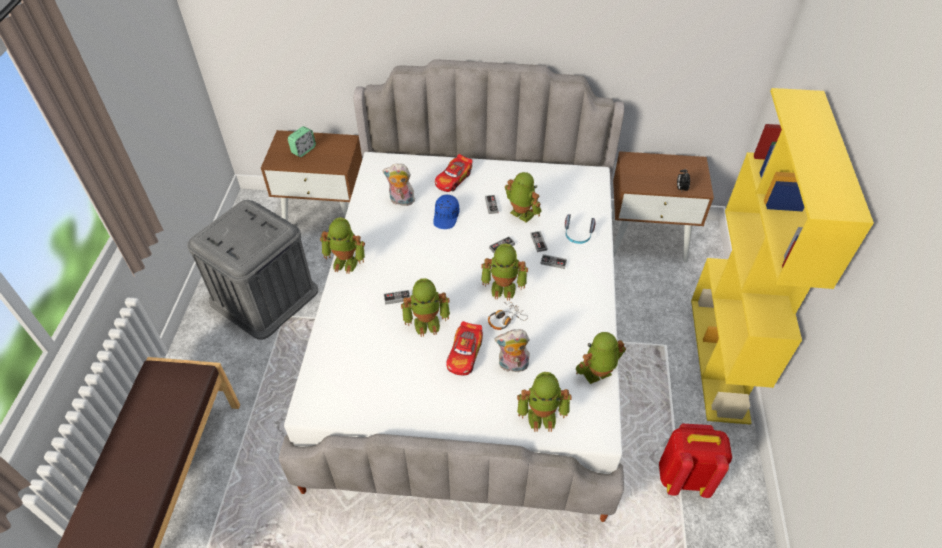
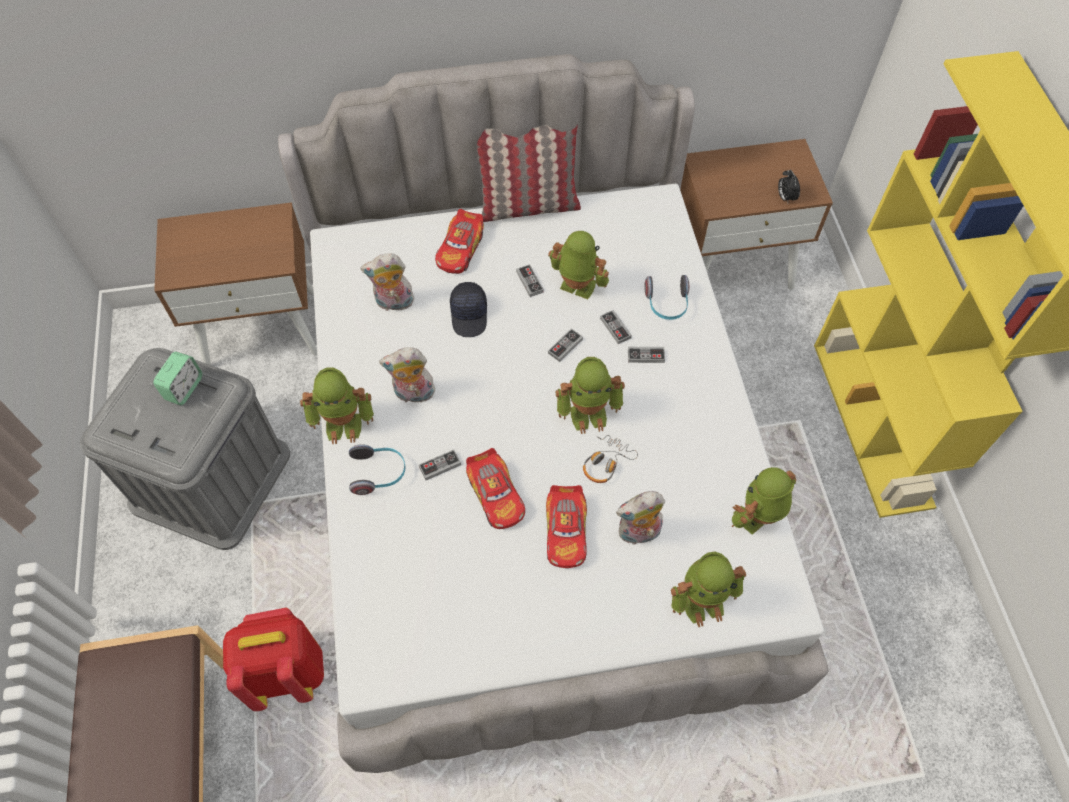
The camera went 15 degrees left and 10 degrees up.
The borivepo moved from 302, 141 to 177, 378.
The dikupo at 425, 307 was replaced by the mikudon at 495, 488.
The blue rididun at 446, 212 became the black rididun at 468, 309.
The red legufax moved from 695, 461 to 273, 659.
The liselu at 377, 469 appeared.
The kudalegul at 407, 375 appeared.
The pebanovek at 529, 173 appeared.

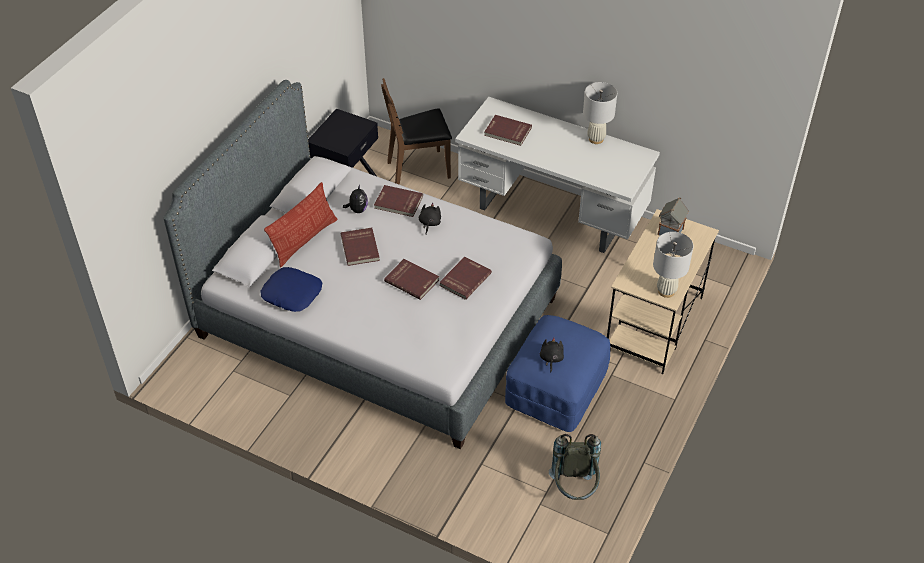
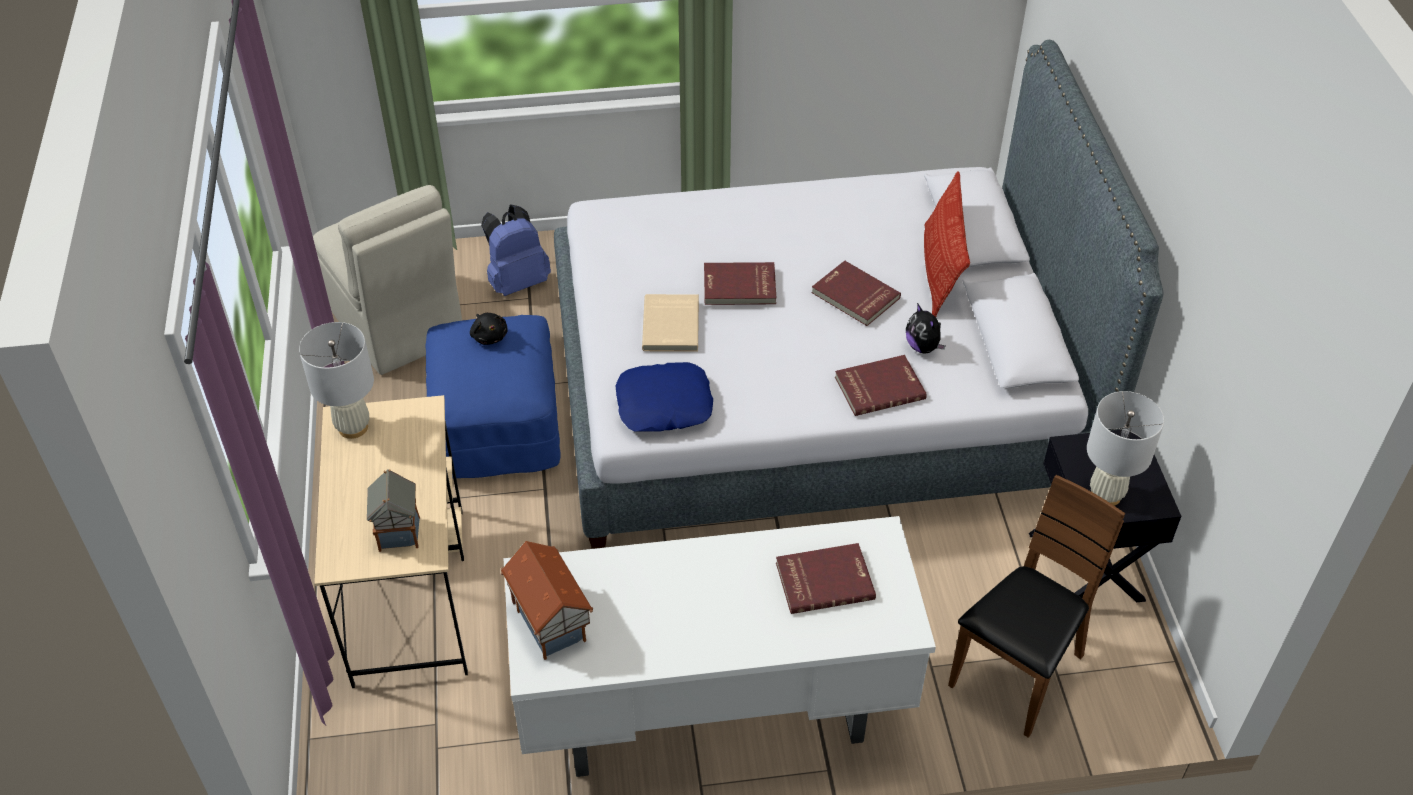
The camera went 145 degrees right and 0 degrees up.
The blue pebanovek moved from 291, 289 to 664, 397.
The black kudalegul at 430, 218 disappeared.
The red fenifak at 465, 278 became the beige fenifak at 670, 323.
The grey legufax at 575, 467 was replaced by the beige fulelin at 387, 280.
The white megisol moved from 600, 113 to 1125, 448.
The blue legufax at 516, 250 appeared.
The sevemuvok at 546, 600 appeared.

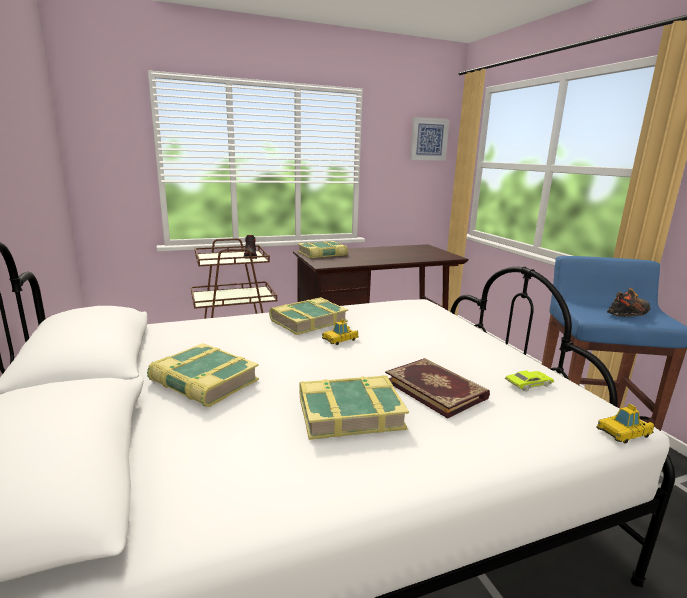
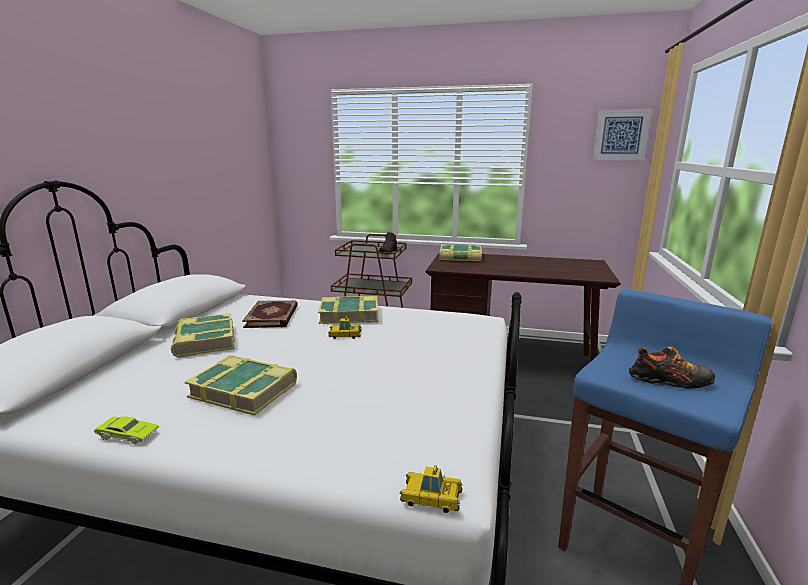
The camera went 35 degrees right and 0 degrees up.
The fenifak moved from 437, 388 to 270, 314.
The green mikudon moved from 529, 381 to 126, 430.

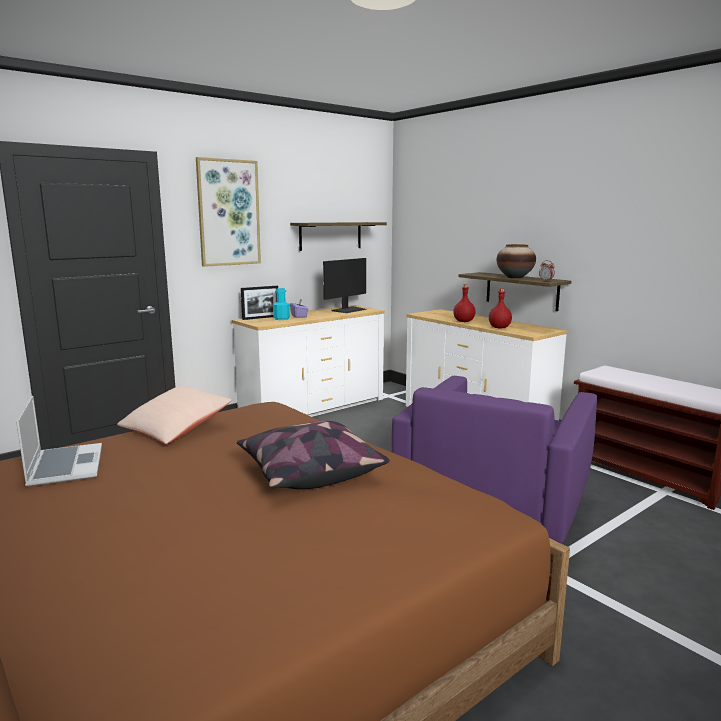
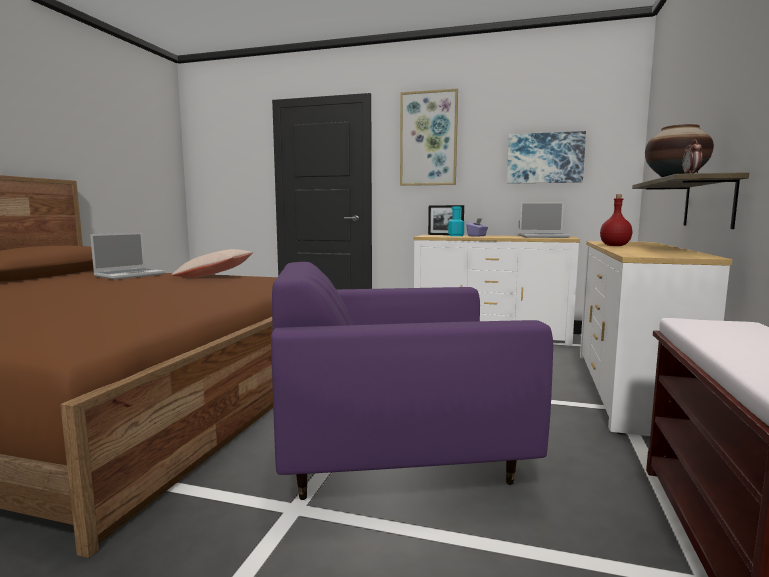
The camera went 55 degrees right and 5 degrees down.
The pebanovek at 313, 455 disappeared.
The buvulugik at 338, 236 was replaced by the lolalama at 546, 157.
The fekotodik at 345, 285 was replaced by the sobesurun at 545, 220.
The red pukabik at 500, 308 disappeared.

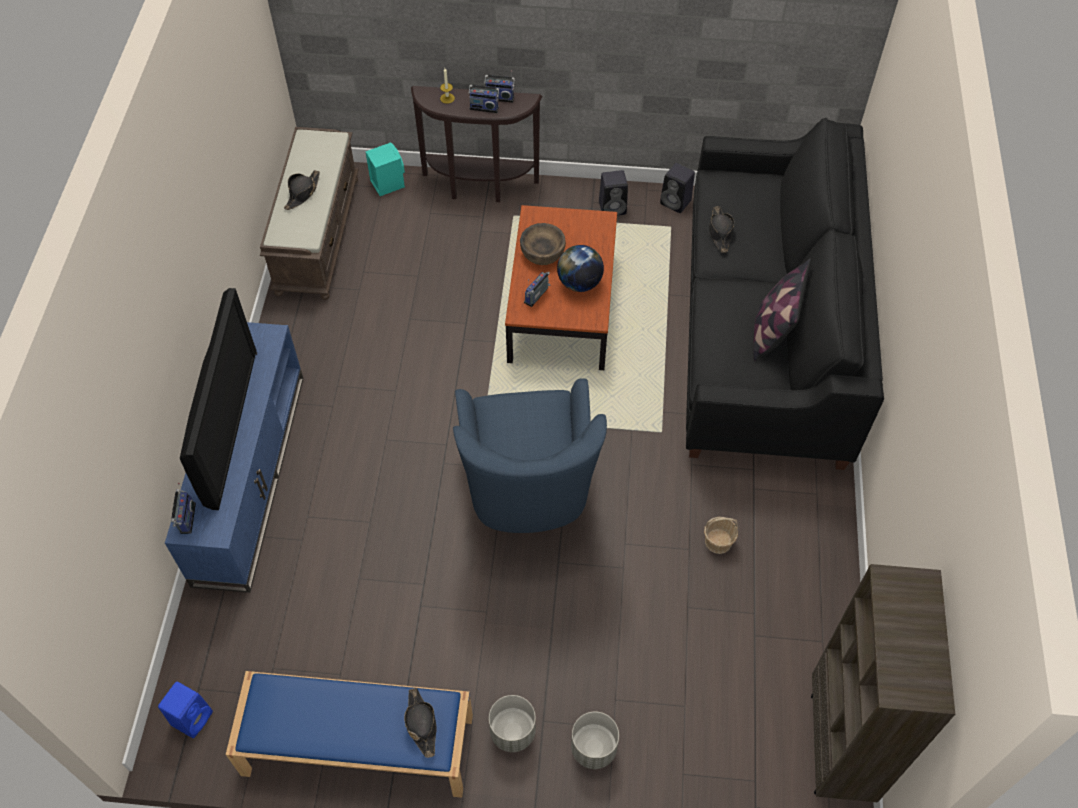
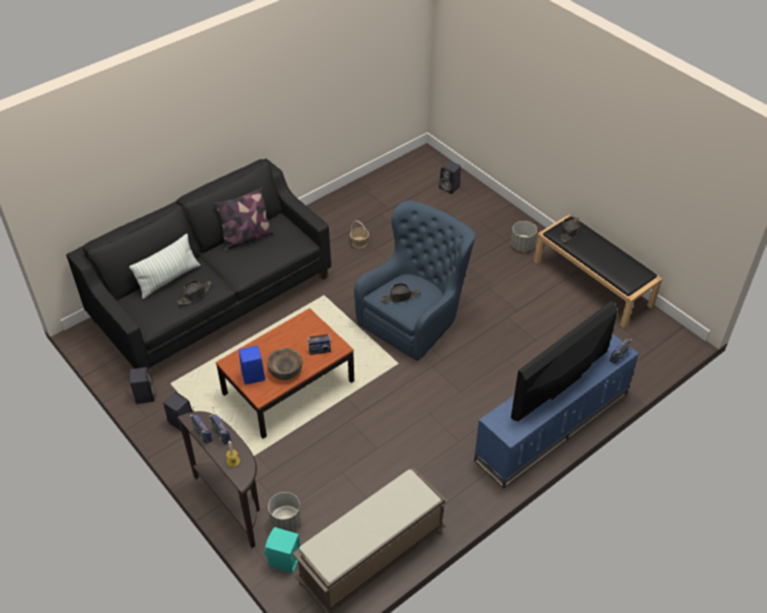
The camera went 135 degrees left and 10 degrees down.
The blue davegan moved from 185, 710 to 252, 365.
The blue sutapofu at 349, 734 became the black sutapofu at 598, 271.
The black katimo moved from 302, 190 to 400, 293.
The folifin at 580, 268 disappeared.
The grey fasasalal moved from 595, 740 to 284, 512.
The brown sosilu at 883, 683 disappeared.
The pebanovek at 164, 266 appeared.
The black davegan at 450, 177 appeared.

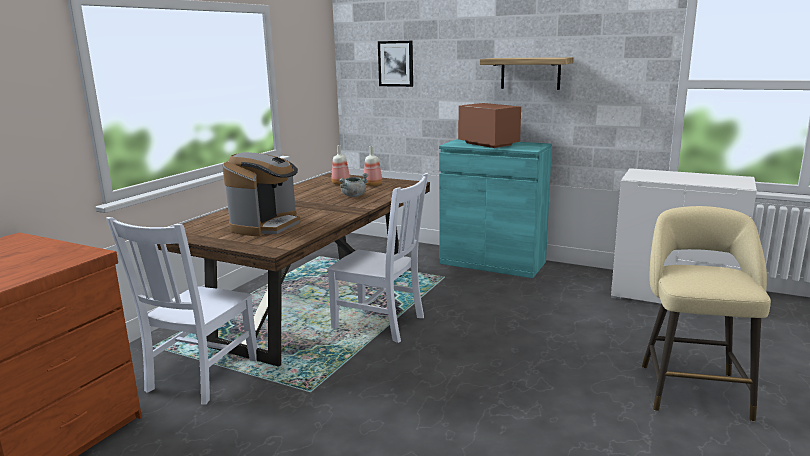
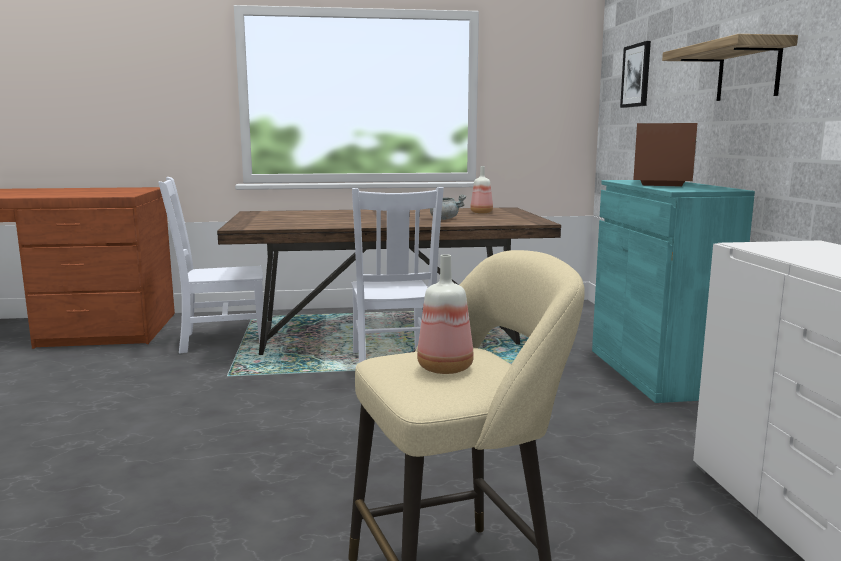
The camera went 55 degrees right and 5 degrees down.
The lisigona at 261, 194 disappeared.
The pukabik moved from 373, 166 to 445, 314.

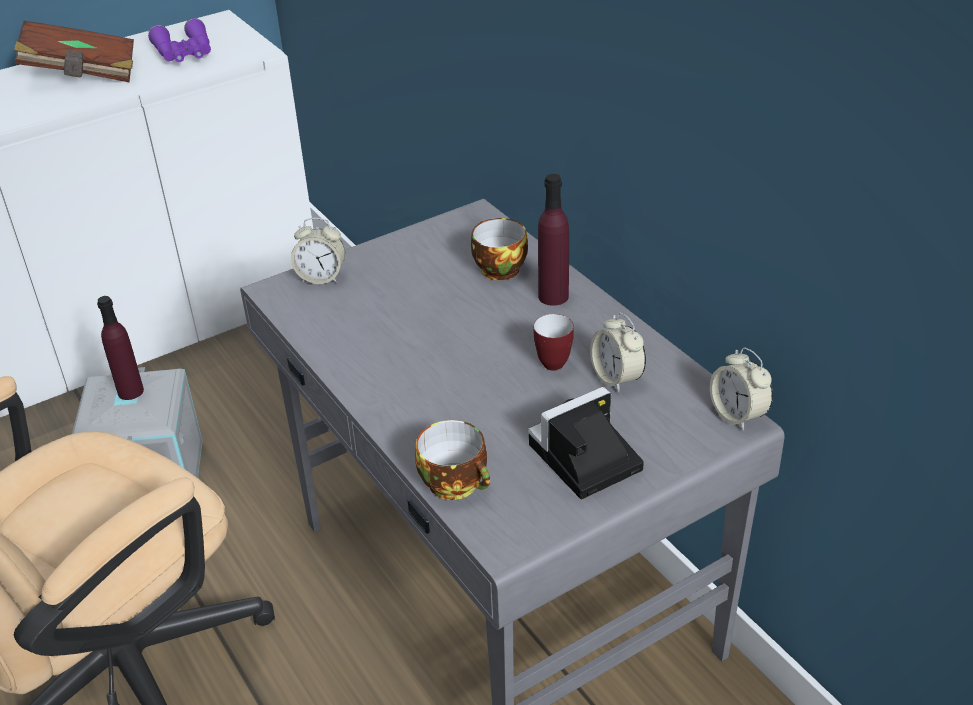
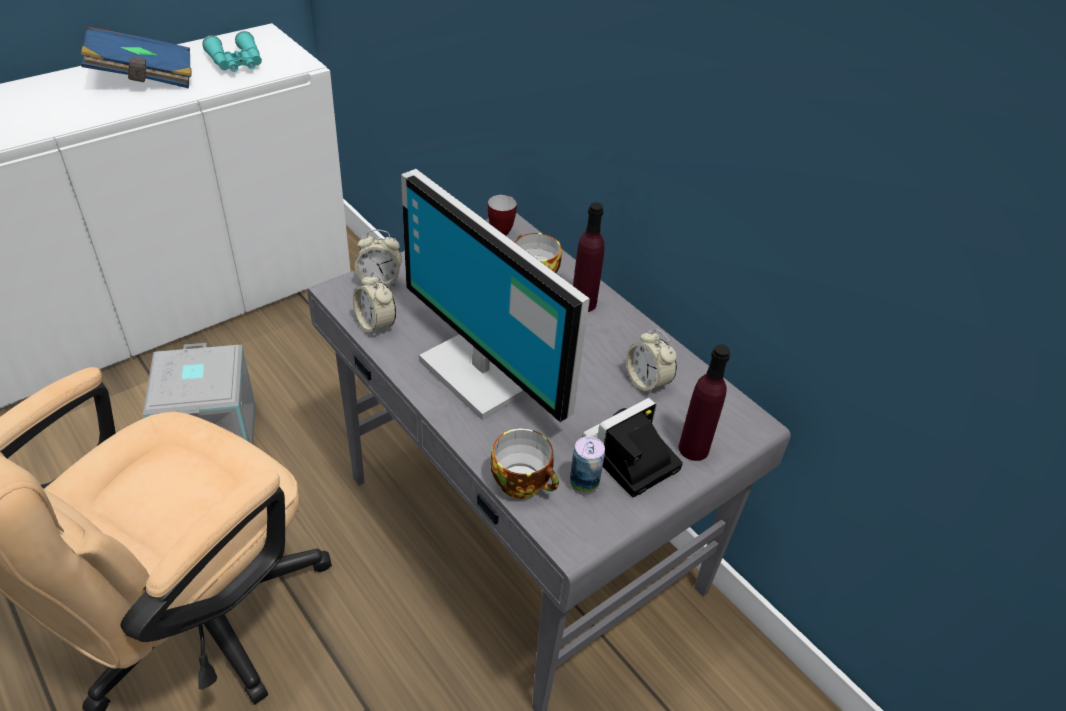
The camera went 10 degrees left and 5 degrees up.
The brown fenifak at 74, 52 became the blue fenifak at 136, 57.
The purple pukabik moved from 120, 348 to 705, 402.
The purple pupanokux at 179, 40 became the turquoise pupanokux at 232, 51.
The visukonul moved from 553, 342 to 502, 215.
The borivepo moved from 741, 389 to 374, 304.
The fekotodik at 495, 295 appeared.
The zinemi at 587, 466 appeared.

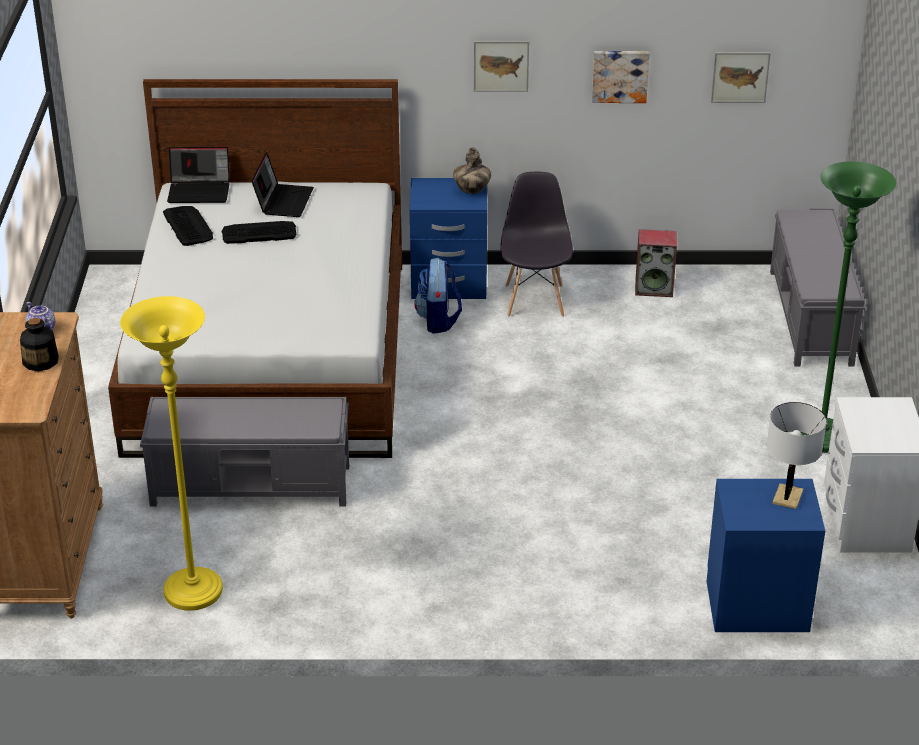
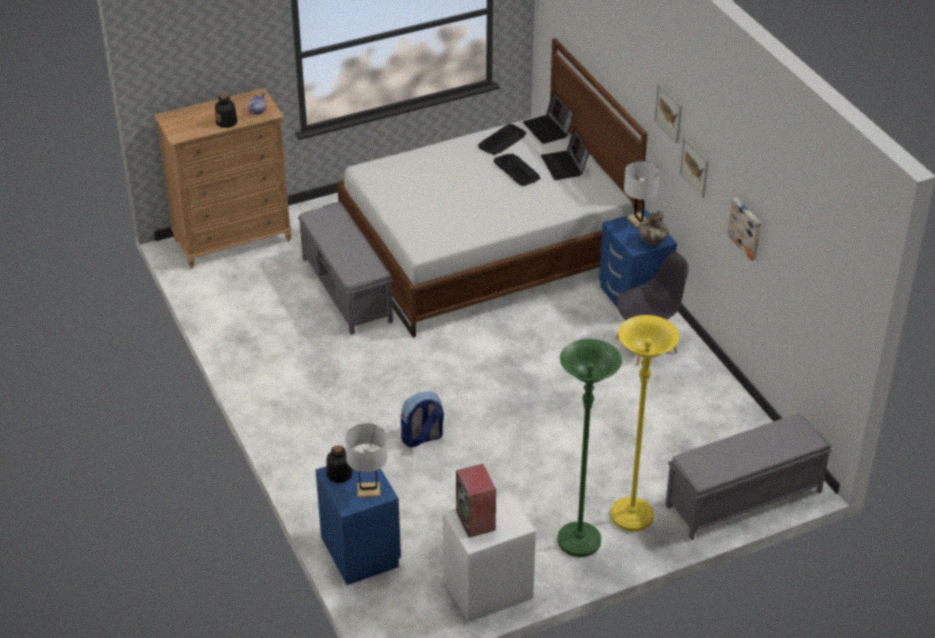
The camera went 65 degrees right and 5 degrees up.
The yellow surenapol moved from 171, 453 to 645, 423.
The sobesurun at 282, 184 turned 90 degrees clockwise.
The legufax moved from 438, 296 to 422, 420.
The davegan moved from 656, 263 to 476, 500.
The lolalama moved from 741, 77 to 668, 113.
The pukabik at 339, 464 appeared.
The white megisol at 642, 194 appeared.

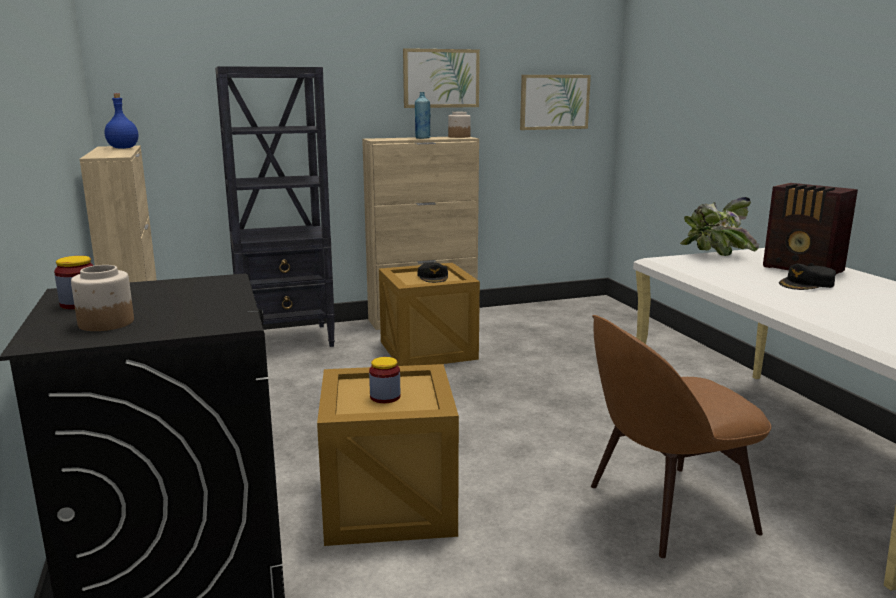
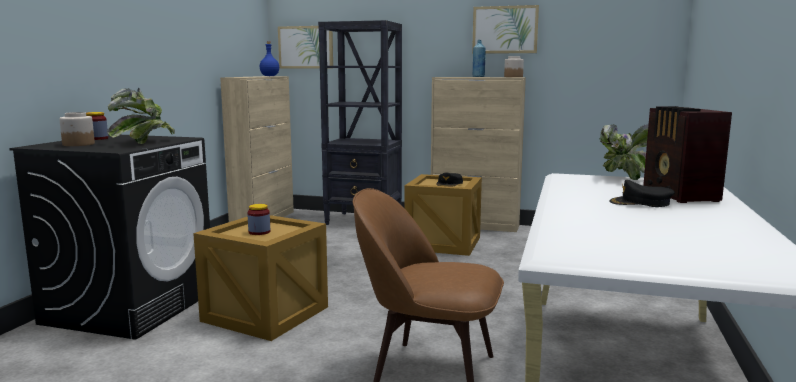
The camera went 35 degrees right and 5 degrees down.
The lolalama moved from 555, 102 to 305, 47.
The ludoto at 141, 116 appeared.

